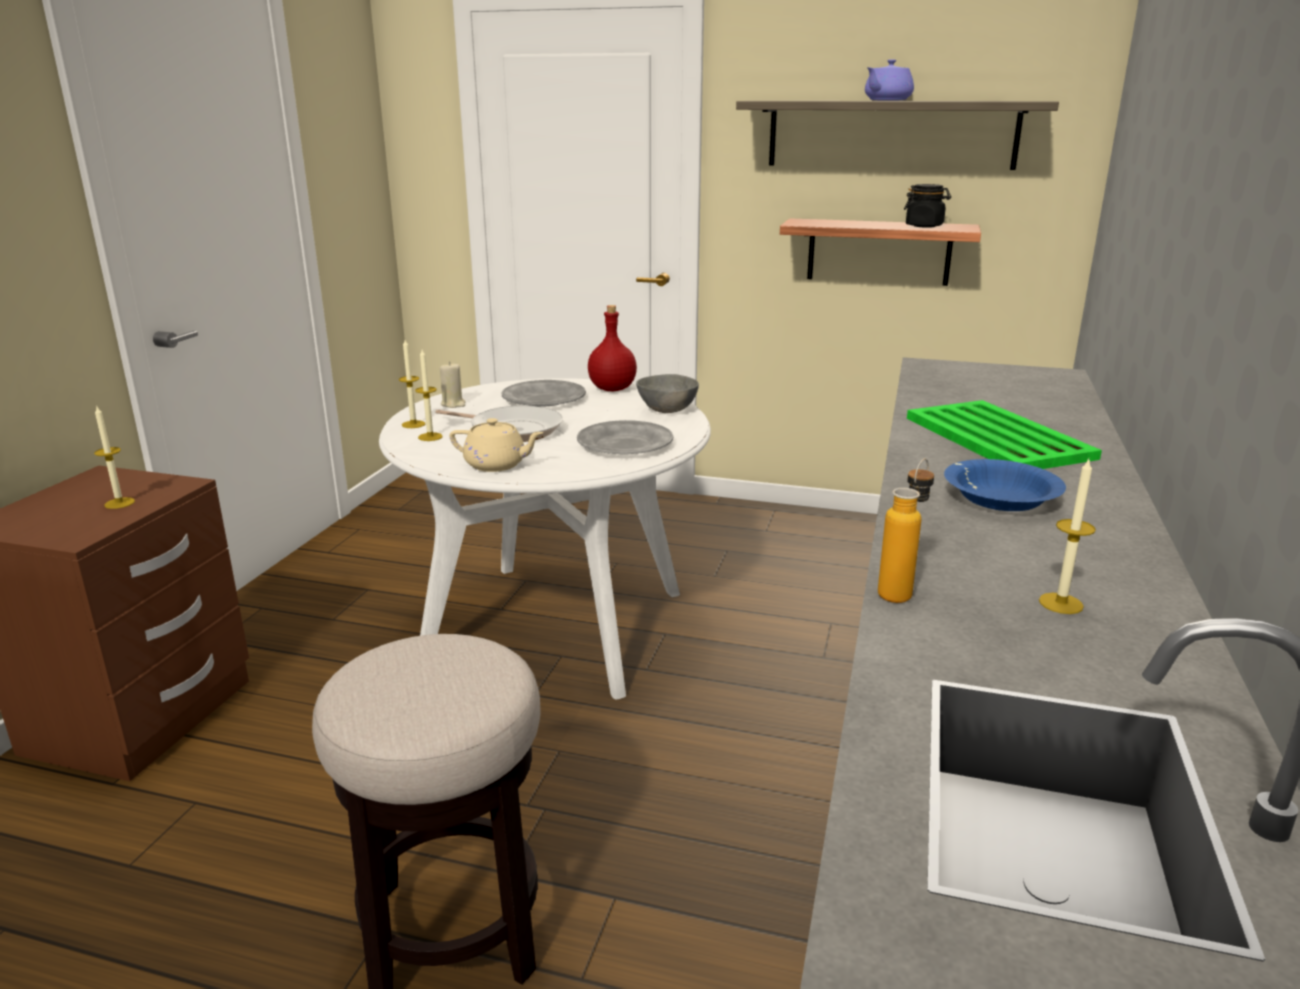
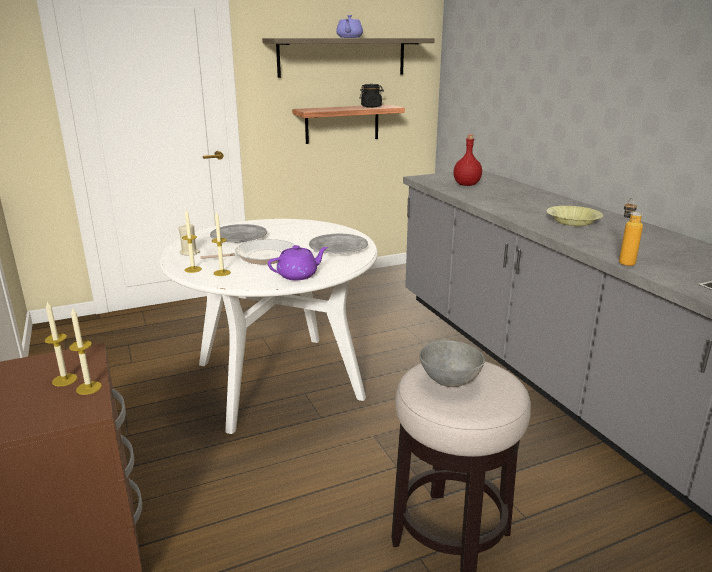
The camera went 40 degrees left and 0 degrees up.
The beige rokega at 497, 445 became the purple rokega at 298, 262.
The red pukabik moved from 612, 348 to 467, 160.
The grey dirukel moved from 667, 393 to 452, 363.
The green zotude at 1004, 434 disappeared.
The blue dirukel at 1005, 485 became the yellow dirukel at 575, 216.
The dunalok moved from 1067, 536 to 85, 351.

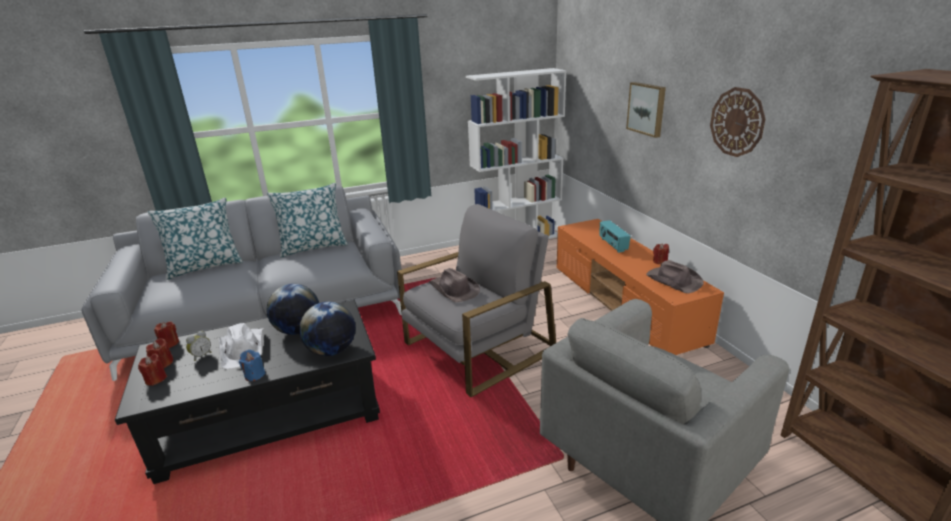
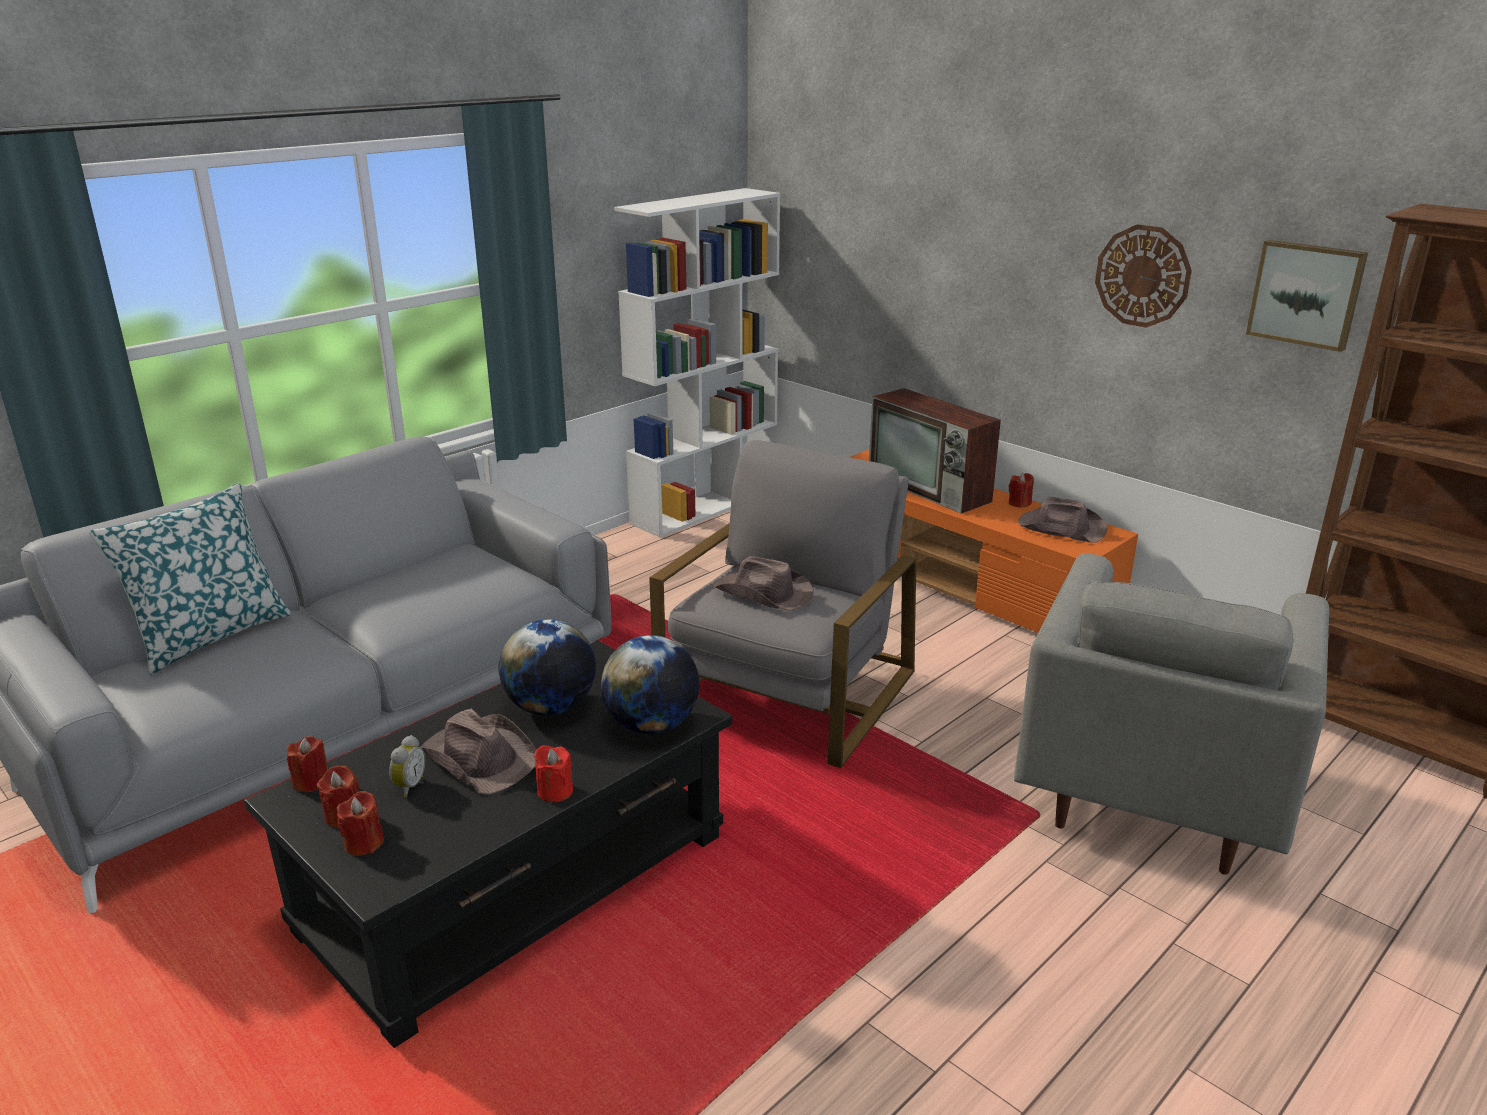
The camera went 25 degrees left and 0 degrees up.
The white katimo at 241, 346 became the brown katimo at 478, 752.
The blue dunalok at 252, 365 became the red dunalok at 553, 774.
The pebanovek at 307, 220 disappeared.
The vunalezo at 615, 236 was replaced by the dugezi at 935, 450.
The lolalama moved from 646, 110 to 1307, 296.

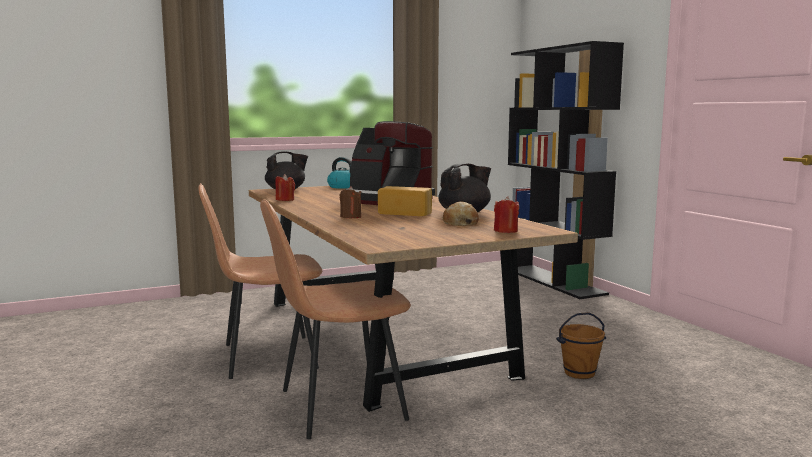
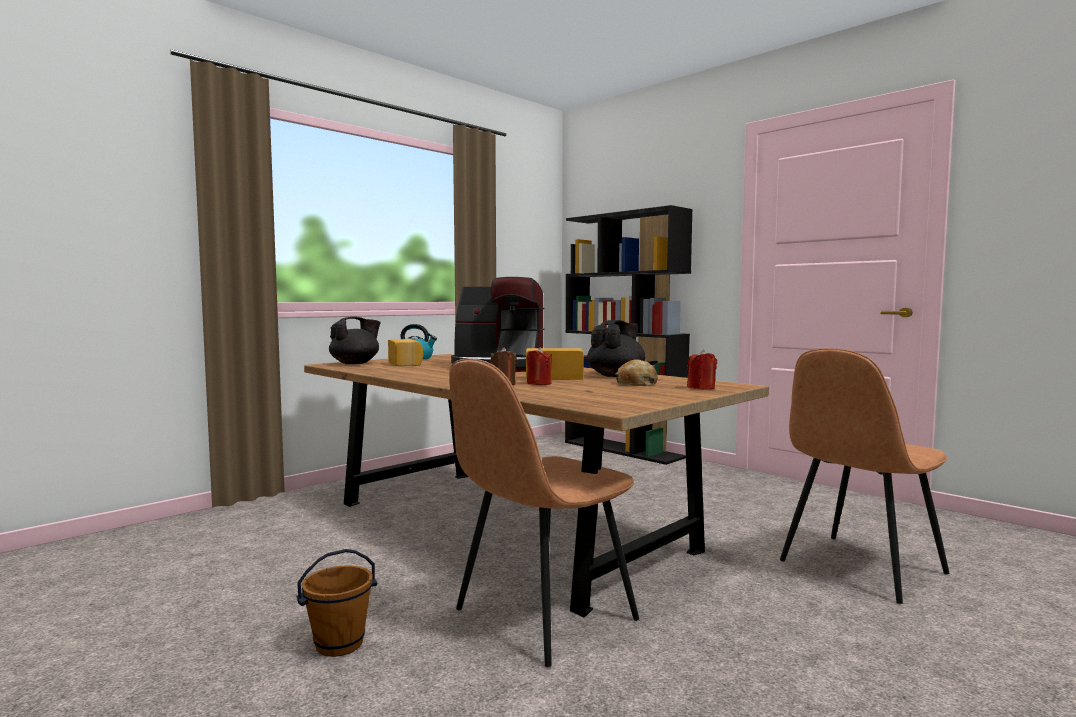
The camera went 20 degrees left and 5 degrees down.
The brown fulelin moved from 260, 281 to 864, 476.
The red dunalok moved from 285, 187 to 539, 366.
The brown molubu moved from 581, 345 to 336, 603.
The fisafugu at 405, 352 appeared.

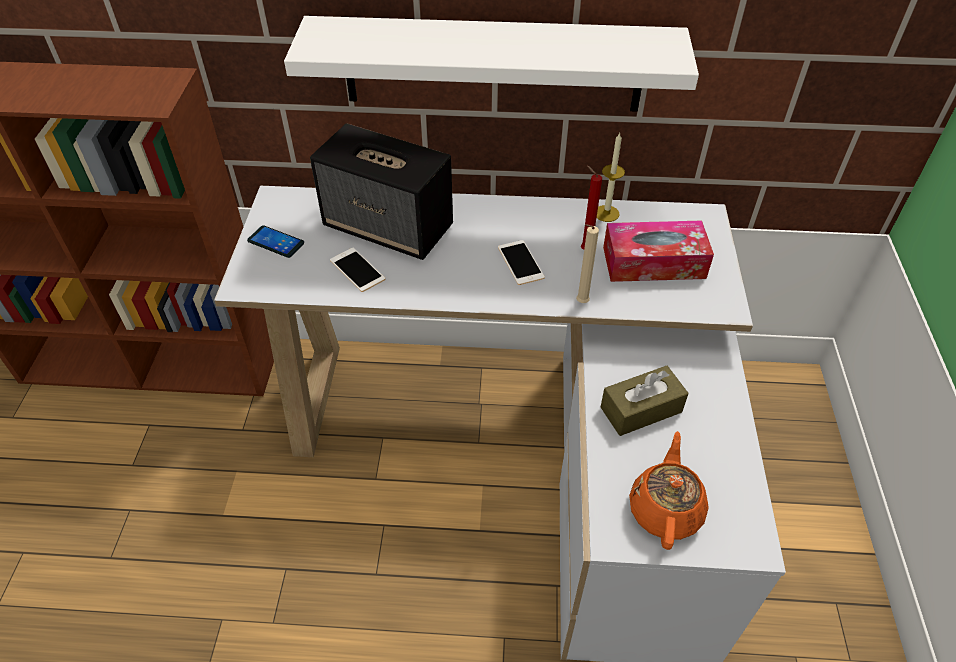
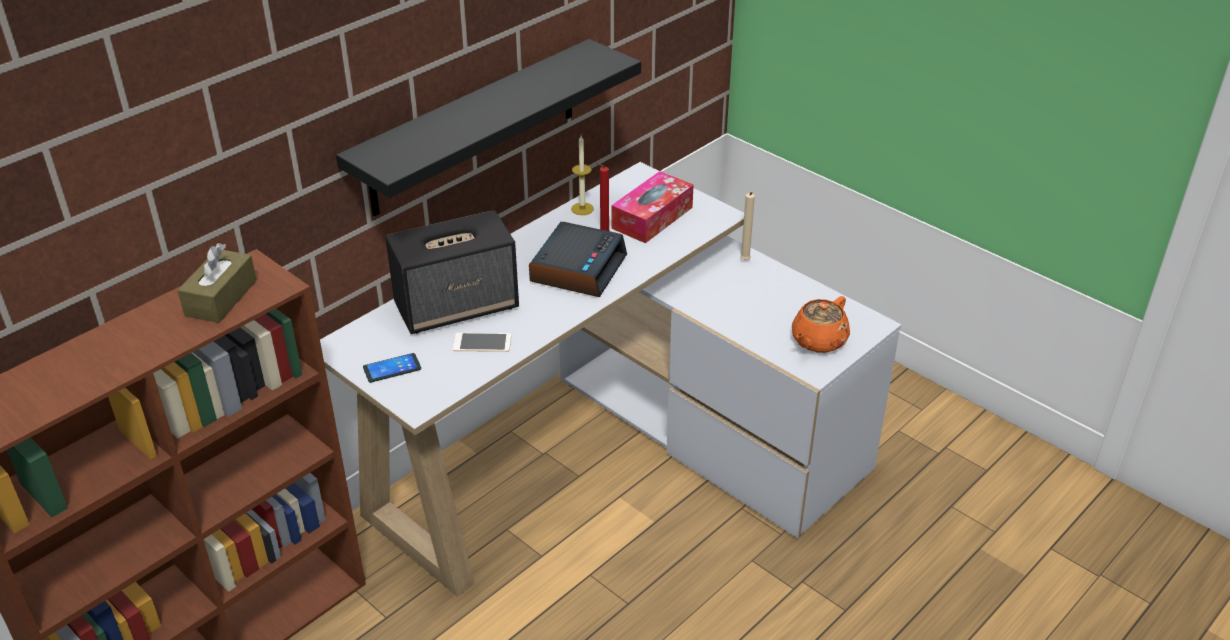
The camera went 50 degrees left and 10 degrees down.
The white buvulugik at 491, 64 became the black buvulugik at 488, 127.
The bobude at 521, 262 was replaced by the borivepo at 578, 259.
The beige dunalok moved from 587, 263 to 747, 226.
The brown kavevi moved from 645, 401 to 217, 283.
The orange rokega at 669, 490 turned 105 degrees counterclockwise.

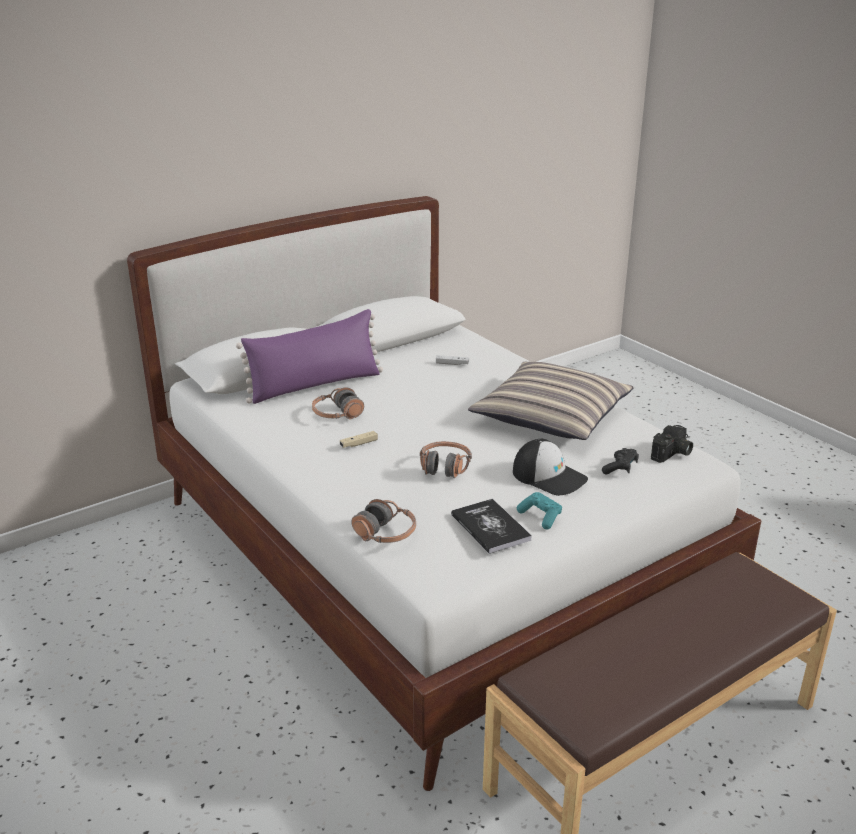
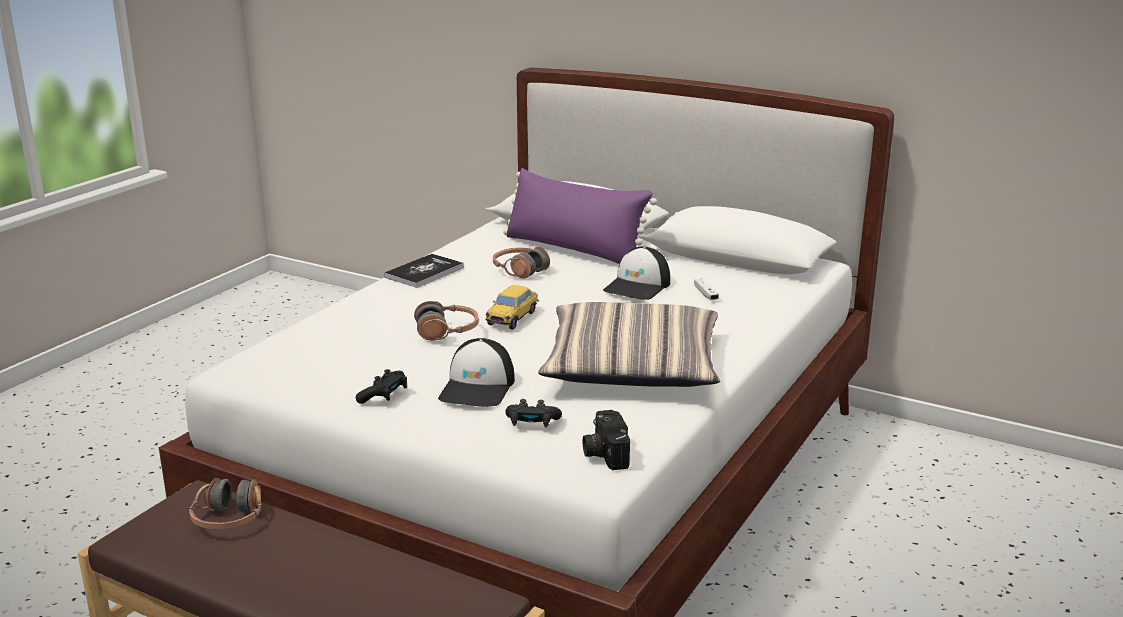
The camera went 65 degrees right and 5 degrees down.
The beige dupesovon at 359, 439 disappeared.
The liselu moved from 383, 521 to 225, 503.
The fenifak moved from 491, 526 to 424, 271.
The turquoise dupesovon at 539, 511 became the black dupesovon at 381, 386.
The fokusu at 672, 444 turned 60 degrees clockwise.
The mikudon at 512, 307 appeared.
The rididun at 636, 273 appeared.

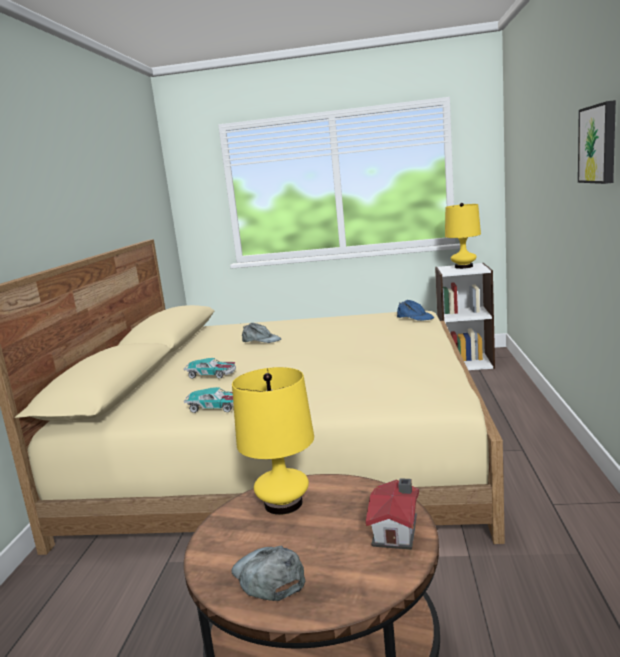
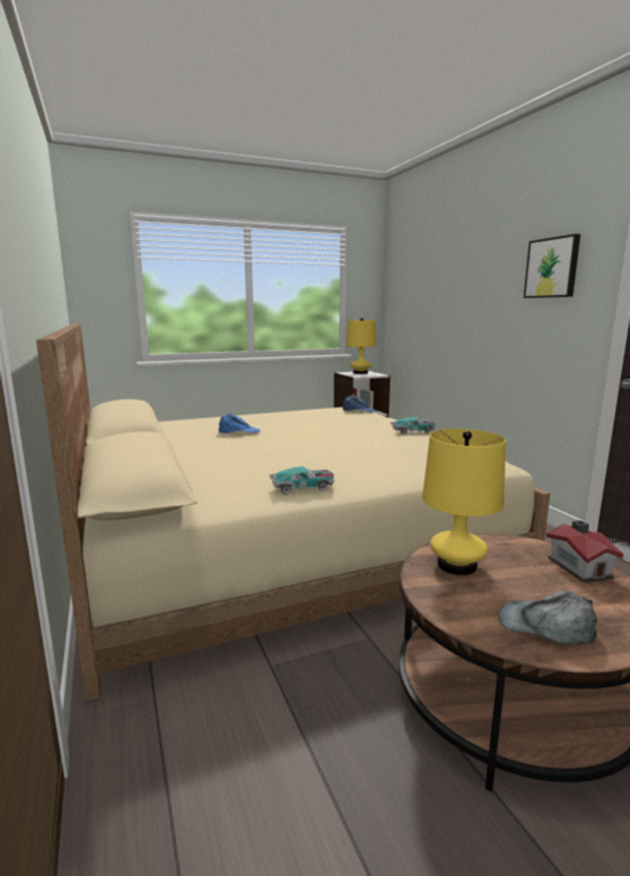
The camera went 30 degrees left and 0 degrees up.
The mikudon moved from 210, 368 to 413, 426.
The grey rididun at 262, 333 became the blue rididun at 239, 423.

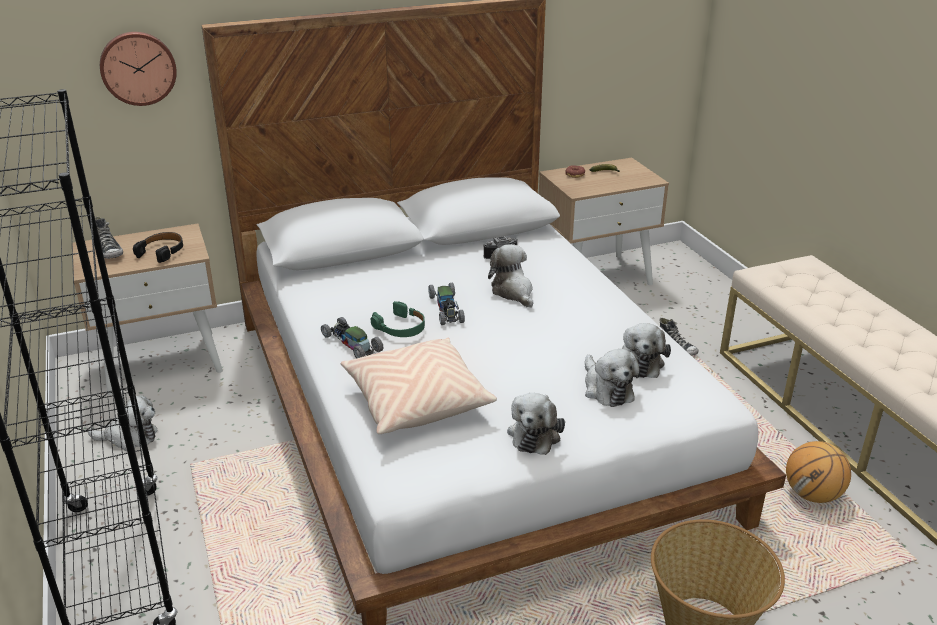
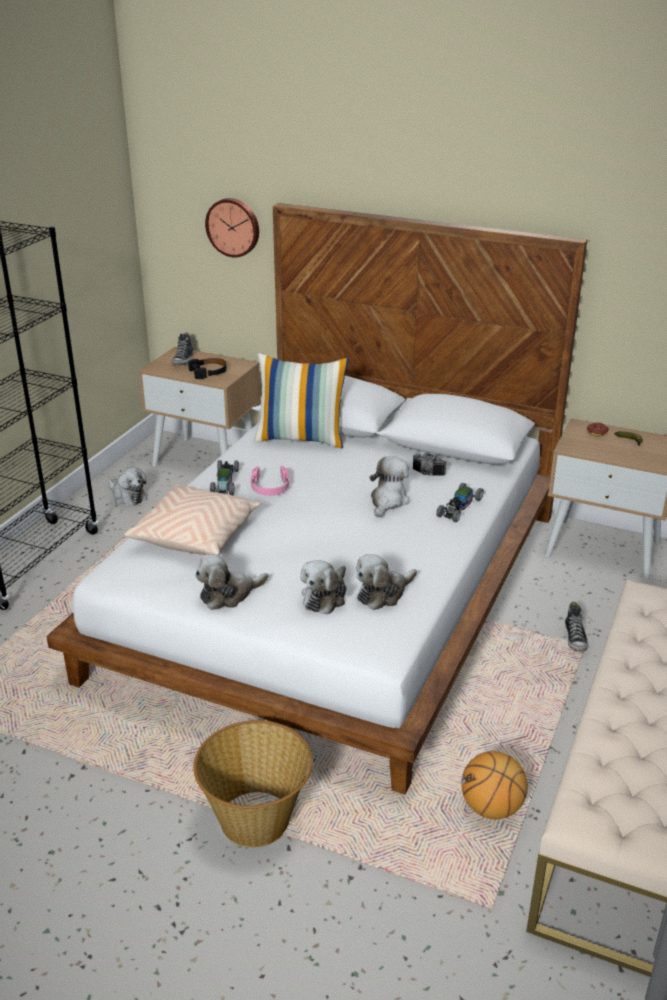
The camera went 45 degrees right and 0 degrees up.
The green liselu at 398, 319 became the pink liselu at 270, 481.
The mikudon moved from 446, 304 to 460, 502.
The pebanovek at 301, 400 appeared.

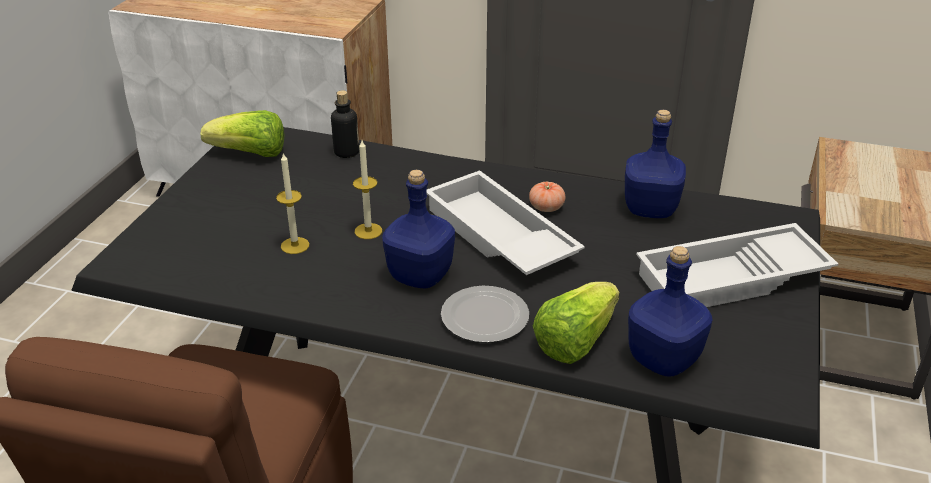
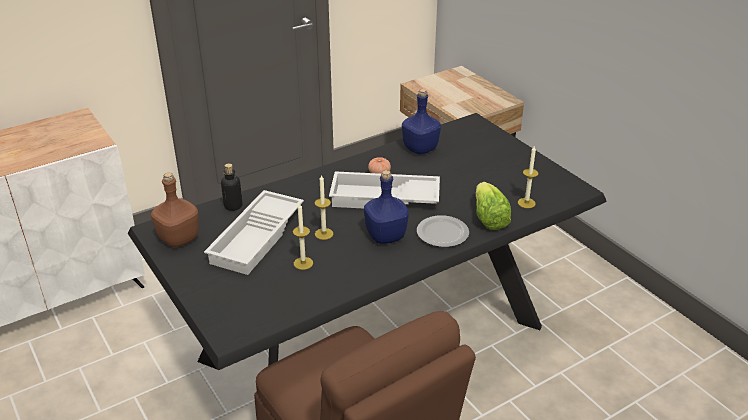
The camera went 50 degrees left and 0 degrees up.
The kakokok at 242, 133 was replaced by the brown pukabik at 175, 210.
The blue pukabik at 670, 311 was replaced by the dunalok at 528, 177.
The white zotude moved from 737, 265 to 254, 232.

